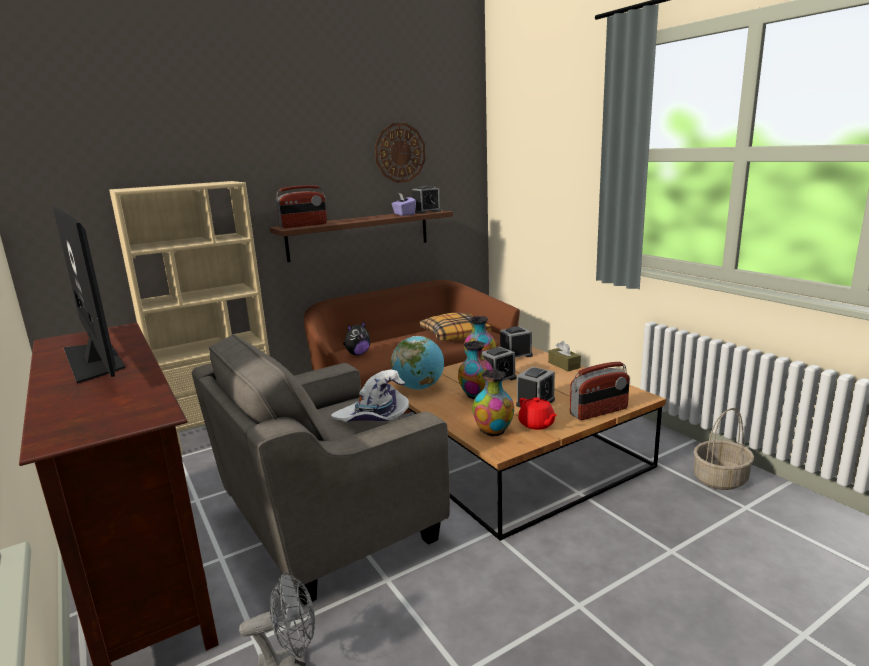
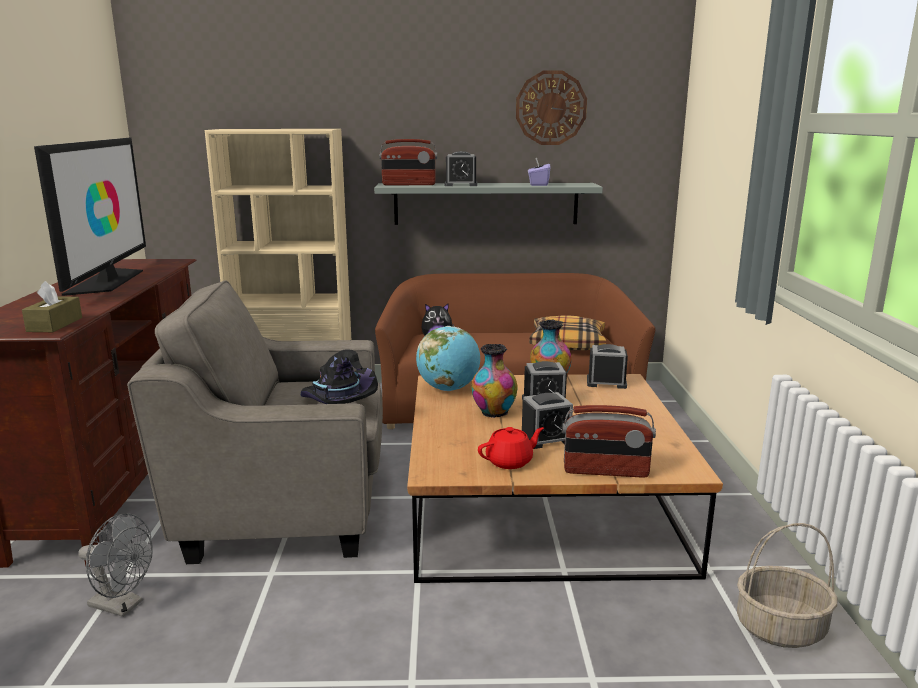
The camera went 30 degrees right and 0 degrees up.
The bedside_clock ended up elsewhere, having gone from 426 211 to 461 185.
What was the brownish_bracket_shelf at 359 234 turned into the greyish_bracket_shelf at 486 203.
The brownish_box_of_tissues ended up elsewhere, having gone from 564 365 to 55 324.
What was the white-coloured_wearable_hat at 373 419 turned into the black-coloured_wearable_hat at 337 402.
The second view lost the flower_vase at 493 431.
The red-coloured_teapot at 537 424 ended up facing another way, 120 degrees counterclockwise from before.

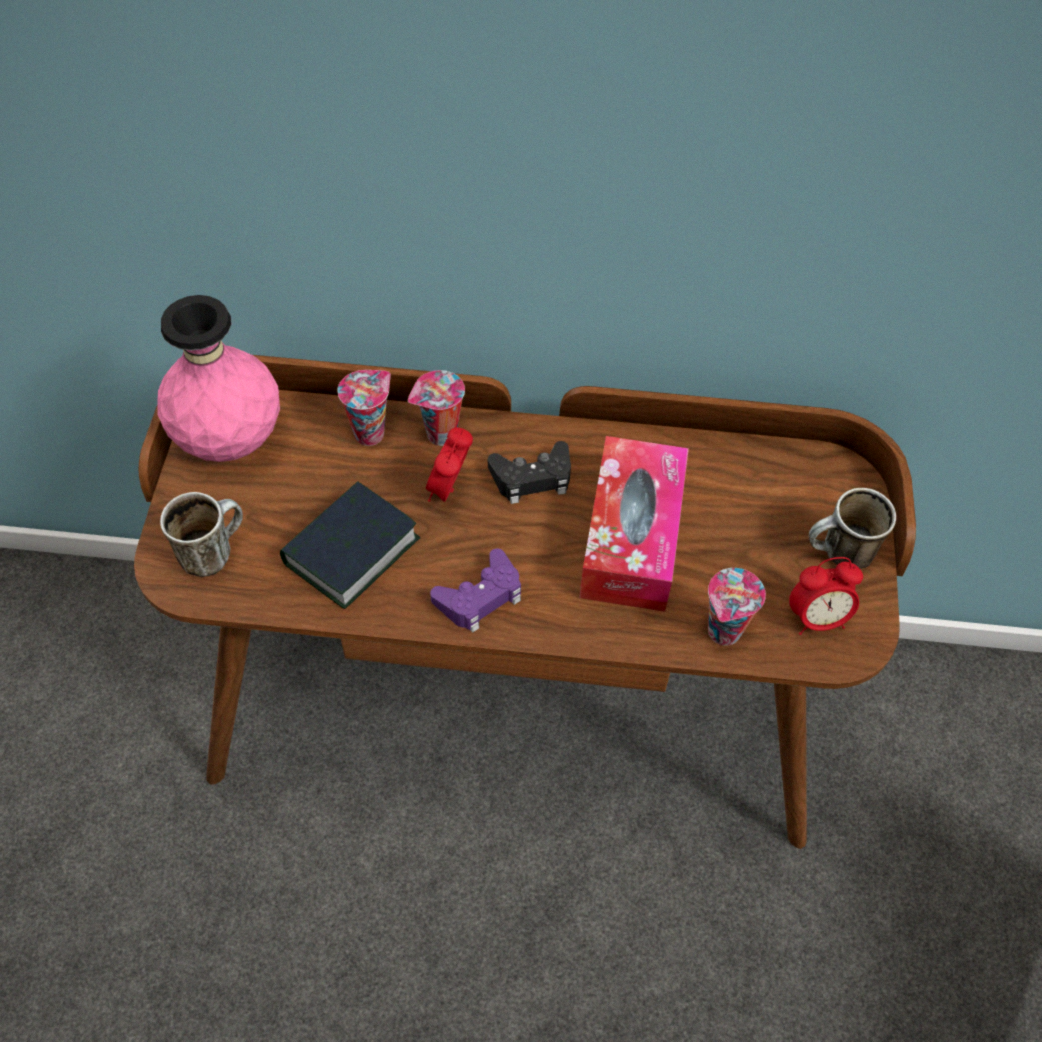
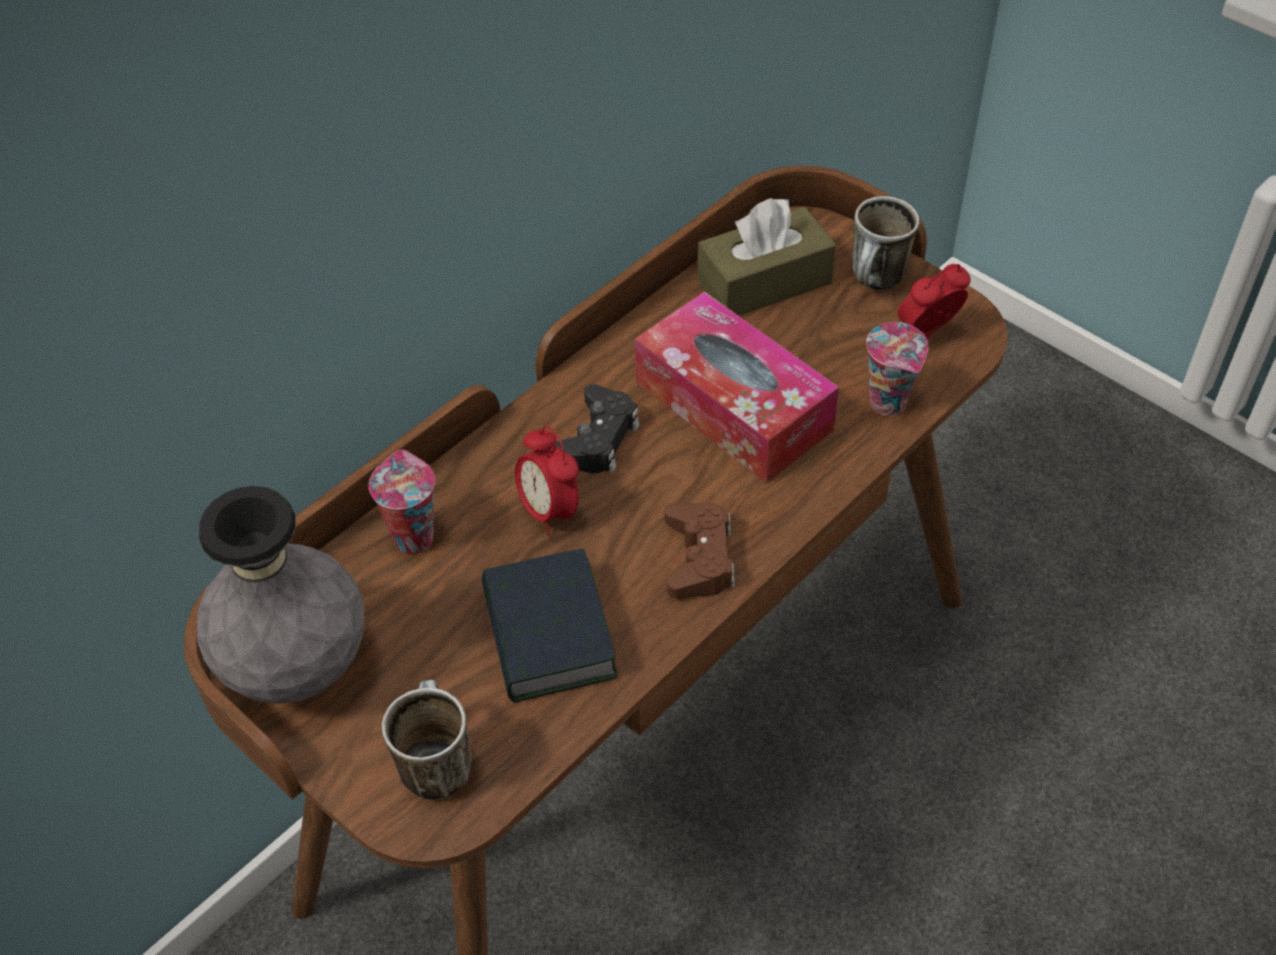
The camera went 50 degrees left and 5 degrees down.
What was the pink-coloured_flower_vase at 230 441 turned into the greyish_flower_vase at 297 668.
The second view lost the cup at 440 436.
What was the purple-coloured_gamepad at 480 597 turned into the brownish_gamepad at 699 557.
The bedside_clock at 817 619 ended up facing another way, 150 degrees counterclockwise from before.
The second view gained the brownish_box_of_tissues at 764 282.

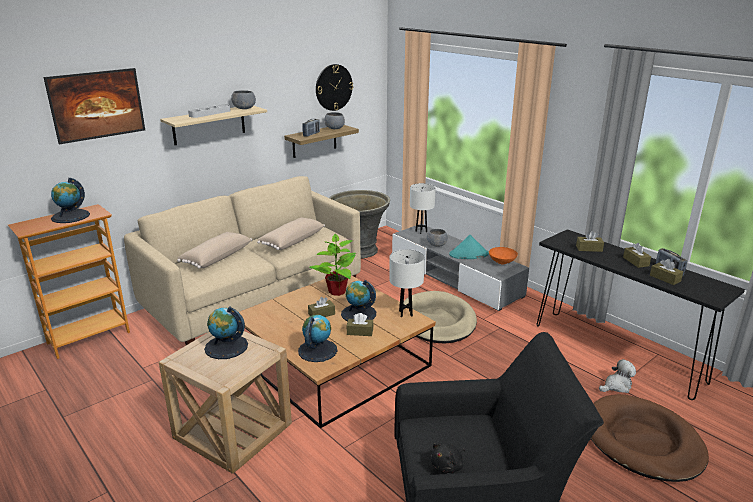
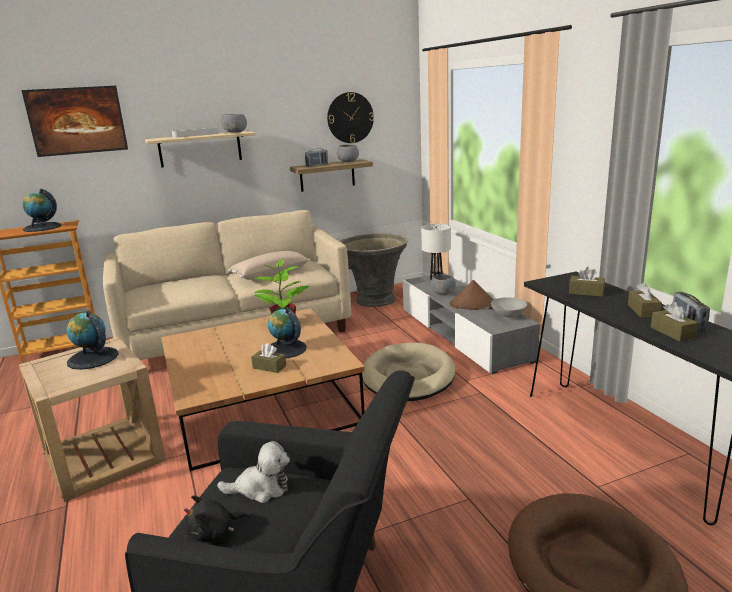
The camera went 20 degrees right and 5 degrees down.
The second view lost the sand-coloured_cushion at 216 257.
What was the turquoise-coloured_wearable_hat at 468 254 turned into the brownish_wearable_hat at 473 305.
What was the orange_serving_bowl at 502 262 turned into the greyish_serving_bowl at 508 316.
The second view lost the white-coloured_table_lamp at 405 313.
The second view lost the brownish_box_of_tissues at 321 314.
The second view lost the world_globe at 317 350.
The plush_toy ended up elsewhere, having gone from 616 386 to 261 488.

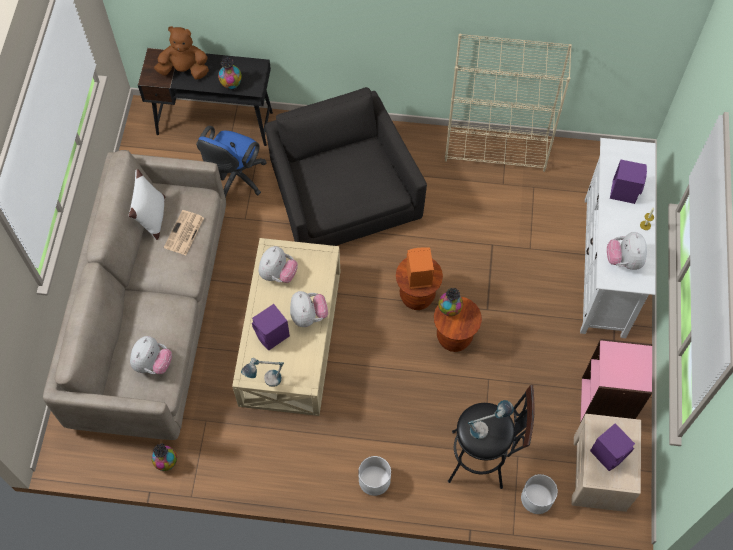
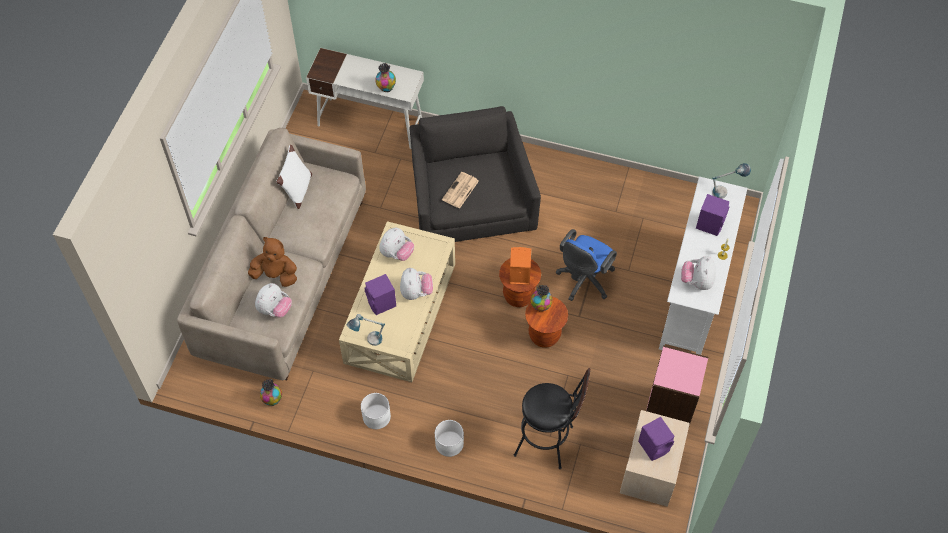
The camera went 10 degrees right and 5 degrees down.
The brownish_plush_toy ended up elsewhere, having gone from 184 70 to 275 275.
The second view lost the sand-coloured_shelving_unit at 496 150.
What was the black-coloured_desk_unit at 215 123 turned into the white-coloured_desk_unit at 370 123.
The blue-coloured_office_chair ended up elsewhere, having gone from 234 179 to 583 281.
The printed_paper ended up elsewhere, having gone from 184 233 to 460 191.
The table_lamp ended up elsewhere, having gone from 486 428 to 726 192.
The white-coloured_flower_pot ended up elsewhere, having gone from 536 498 to 376 416.

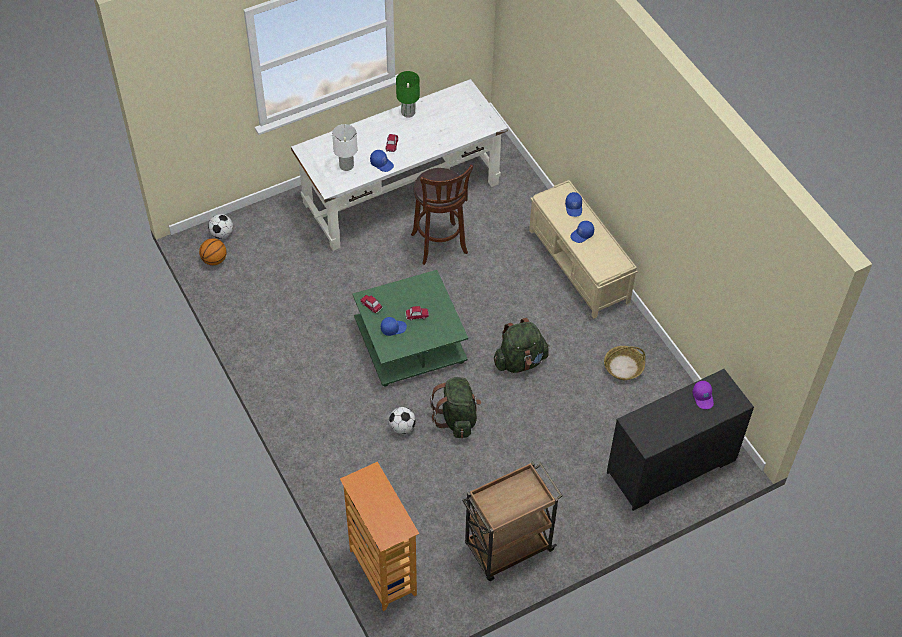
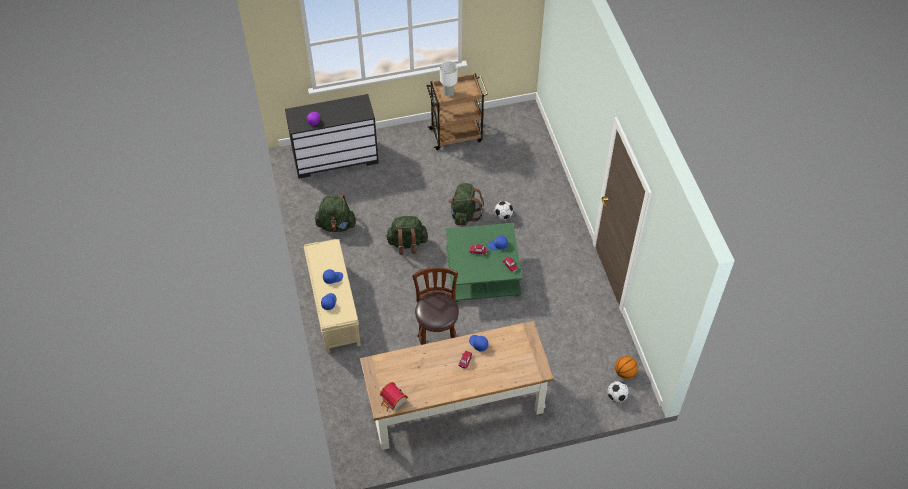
The camera went 165 degrees left and 0 degrees up.
The second view lost the green-coloured_table_lamp at 408 112.
What was the white-coloured_desk_unit at 402 193 turned into the brownish_desk_unit at 455 404.
The white-coloured_table_lamp ended up elsewhere, having gone from 347 166 to 448 92.
Where the basket stood at 623 367, the green-coloured_rucksack came to stand at 336 225.
The second view lost the shelving_unit at 382 572.
The second view gained the miniature_house at 393 401.

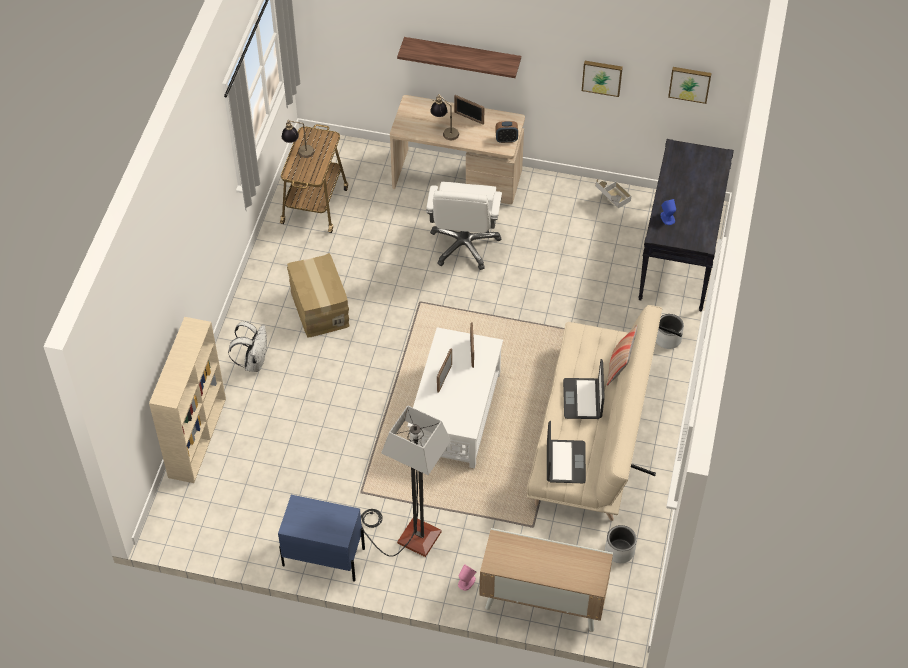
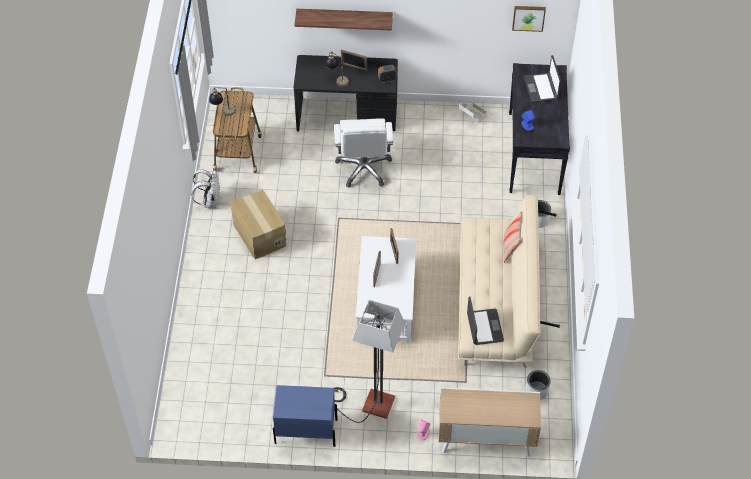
The camera went 10 degrees left and 0 degrees up.
The second view lost the wall_picture at 602 77.
What was the sand-coloured_desk_unit at 457 178 turned into the black-coloured_desk_unit at 347 116.
The second view lost the sand-coloured_shelving_unit at 197 436.
The white-coloured_rucksack ended up elsewhere, having gone from 253 362 to 209 201.
The portable_computer ended up elsewhere, having gone from 583 399 to 541 88.

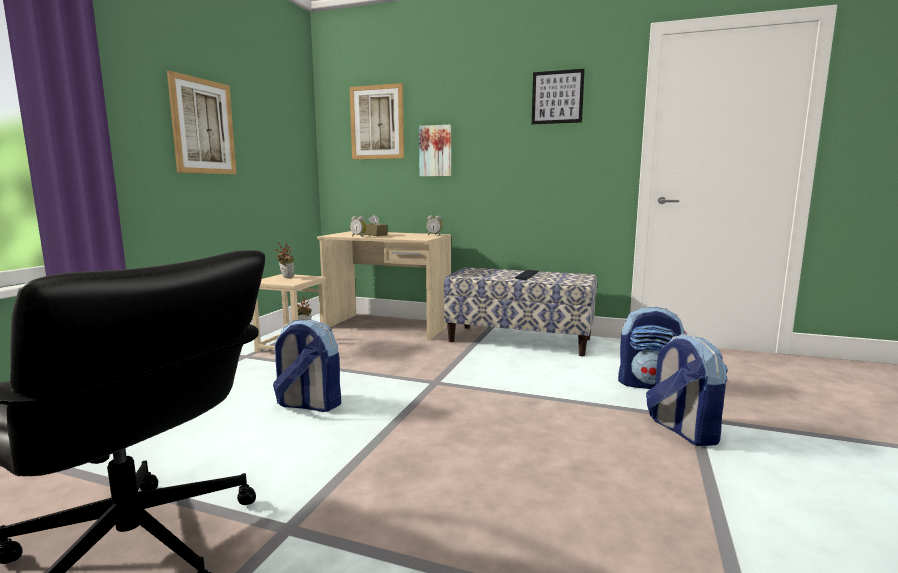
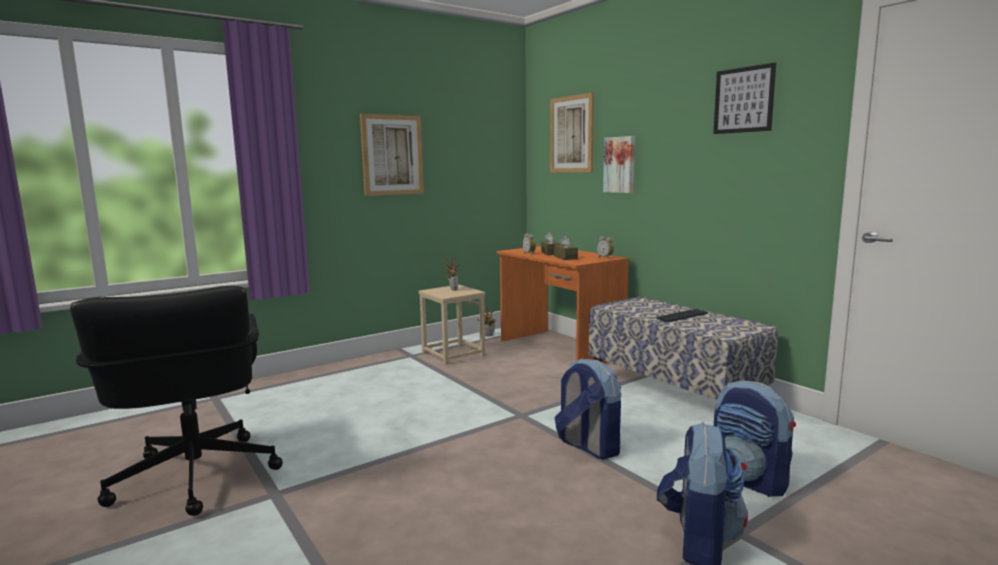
The camera went 35 degrees right and 0 degrees up.
What was the sand-coloured_desk_unit at 388 326 turned into the orange_desk_unit at 559 349.
The rucksack ended up elsewhere, having gone from 308 405 to 588 446.
The second view gained the brownish_box_of_tissues at 565 257.

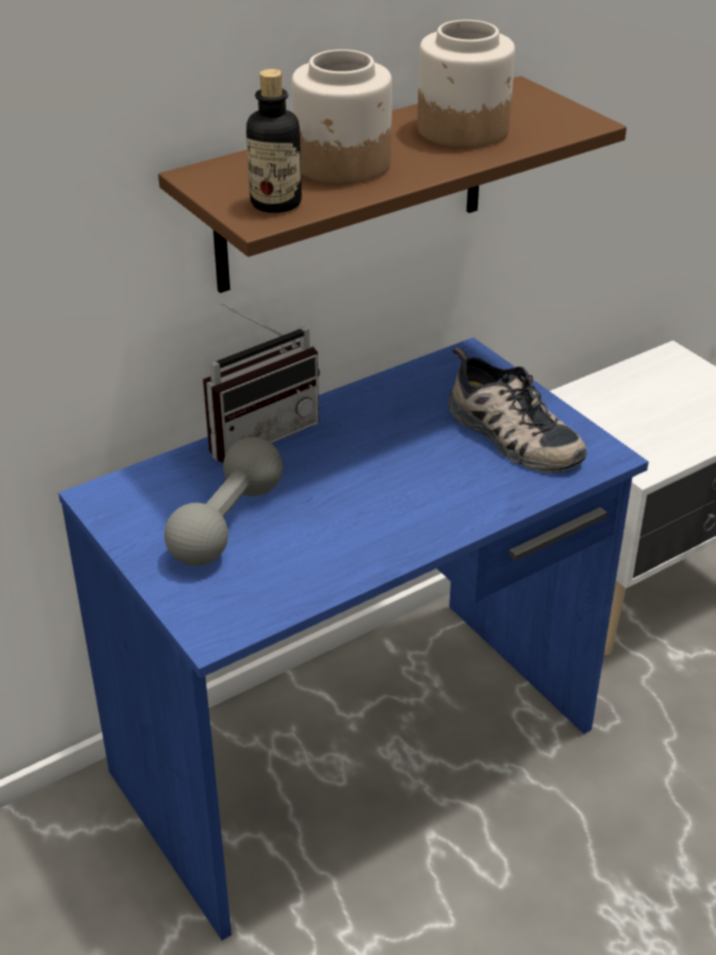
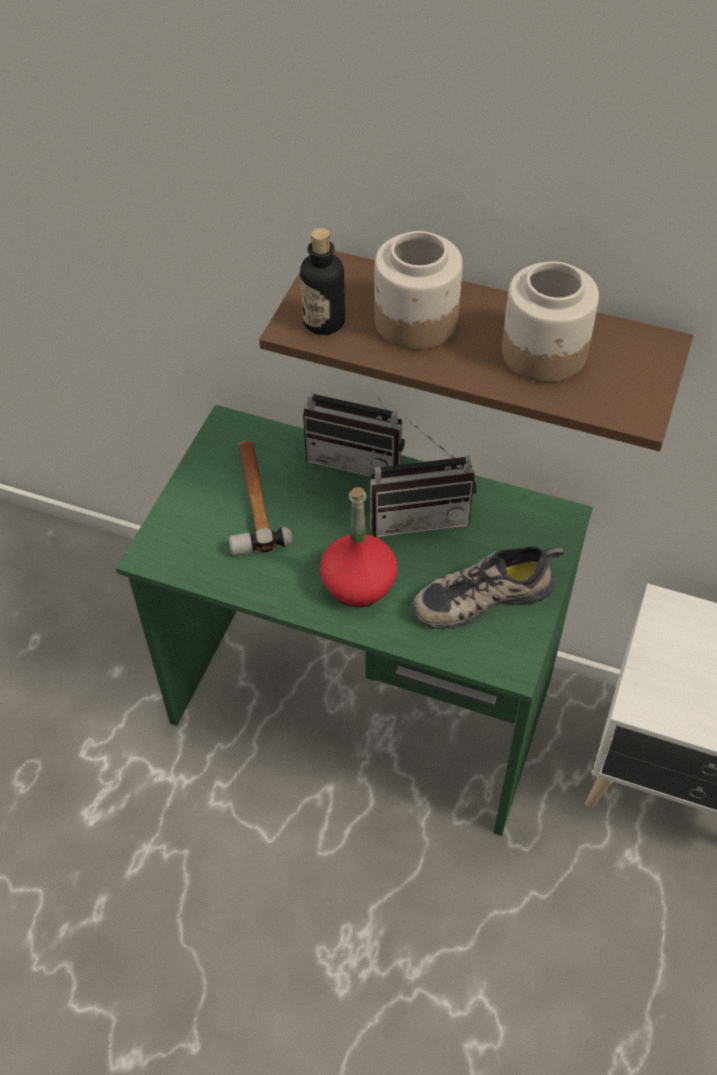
The camera went 55 degrees right and 15 degrees up.
What was the blue-coloured_desk_unit at 359 753 turned into the green-coloured_desk_unit at 362 705.
The shoe at 509 435 ended up facing another way, 60 degrees clockwise from before.
Where the greyish_hand_weight stood at 227 523, the hand_hammer came to stand at 252 500.
The second view gained the radio_receiver at 419 514.
The second view gained the red-coloured_beverage_bottle at 358 584.

